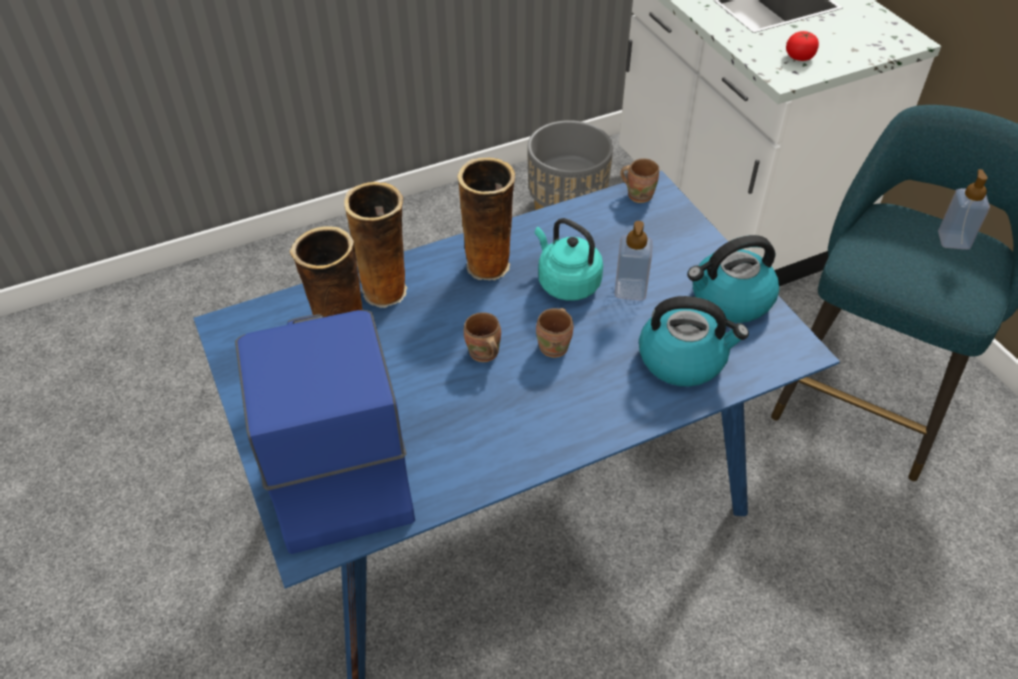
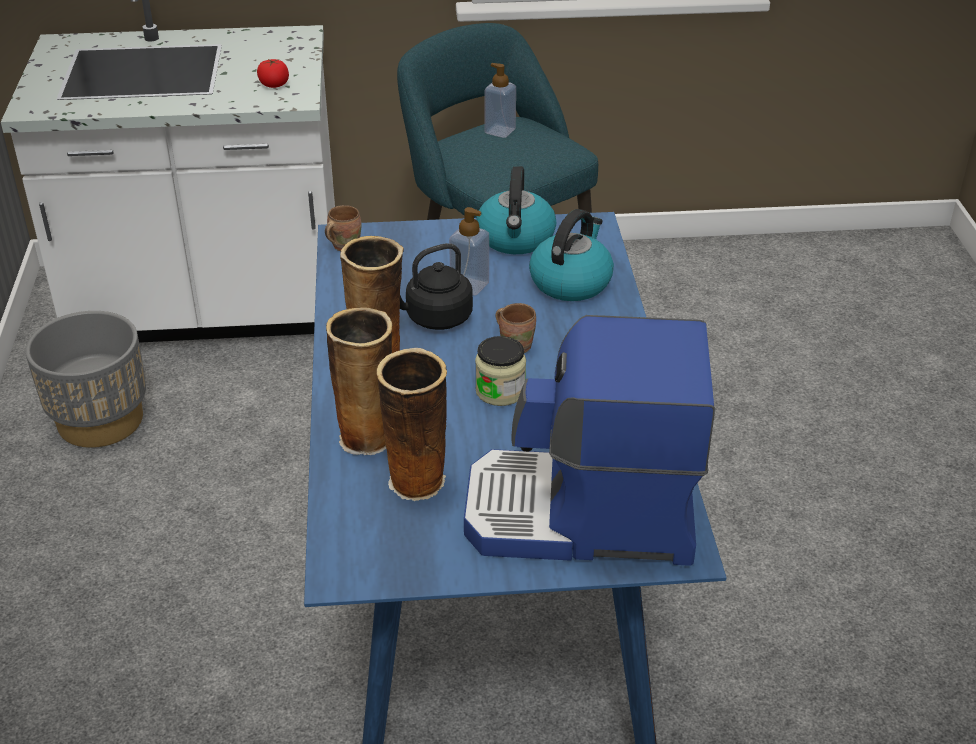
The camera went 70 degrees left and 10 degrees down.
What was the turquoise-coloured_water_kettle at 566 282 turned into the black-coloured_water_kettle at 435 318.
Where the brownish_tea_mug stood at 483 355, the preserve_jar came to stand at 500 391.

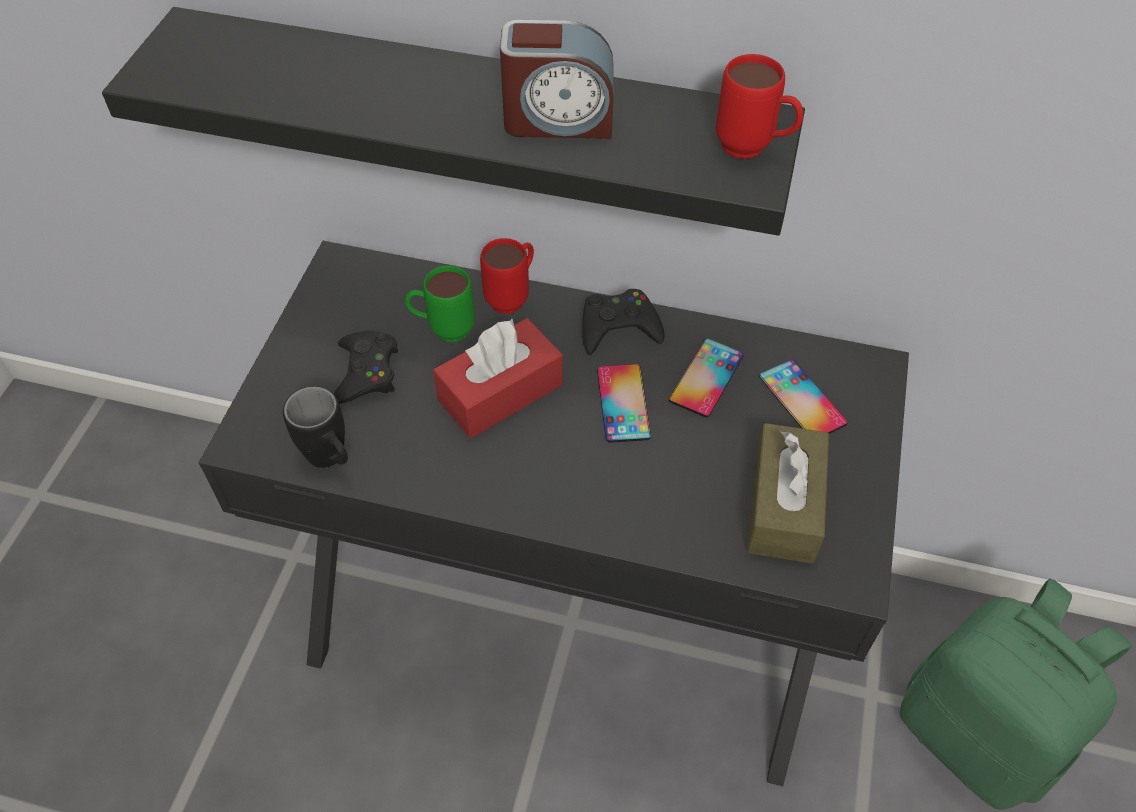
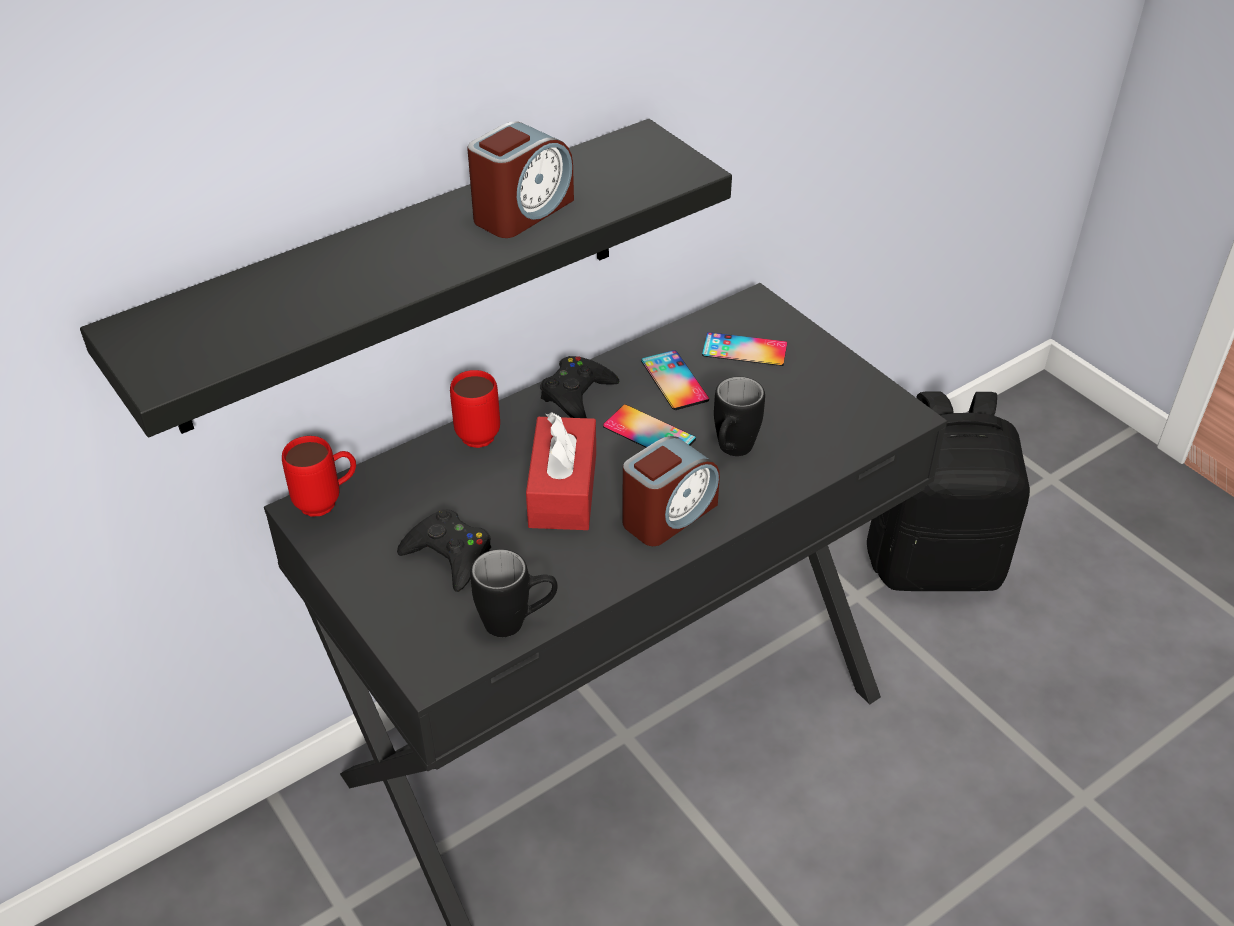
The camera went 50 degrees left and 10 degrees down.
The red-coloured_tea_mug ended up elsewhere, having gone from 753 150 to 327 502.
The second view lost the green-coloured_tea_mug at 443 330.
The second view lost the brownish_box_of_tissues at 783 506.
What was the green-coloured_rucksack at 977 733 turned into the black-coloured_rucksack at 935 562.
The second view gained the black-coloured_tea_mug at 731 452.
The second view gained the bedside_clock at 668 514.

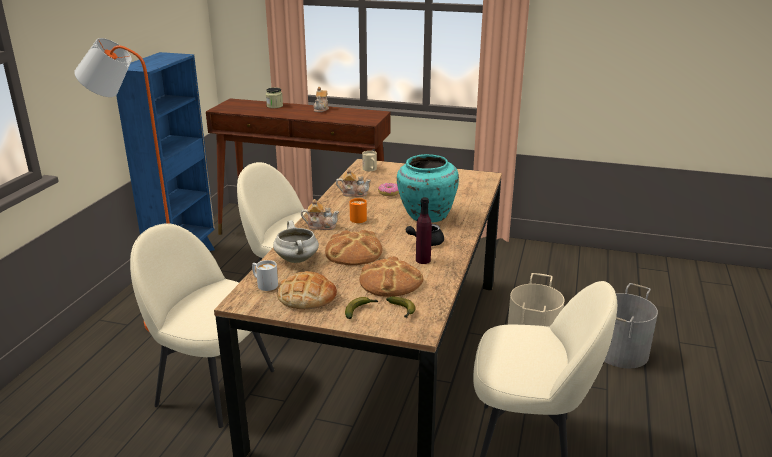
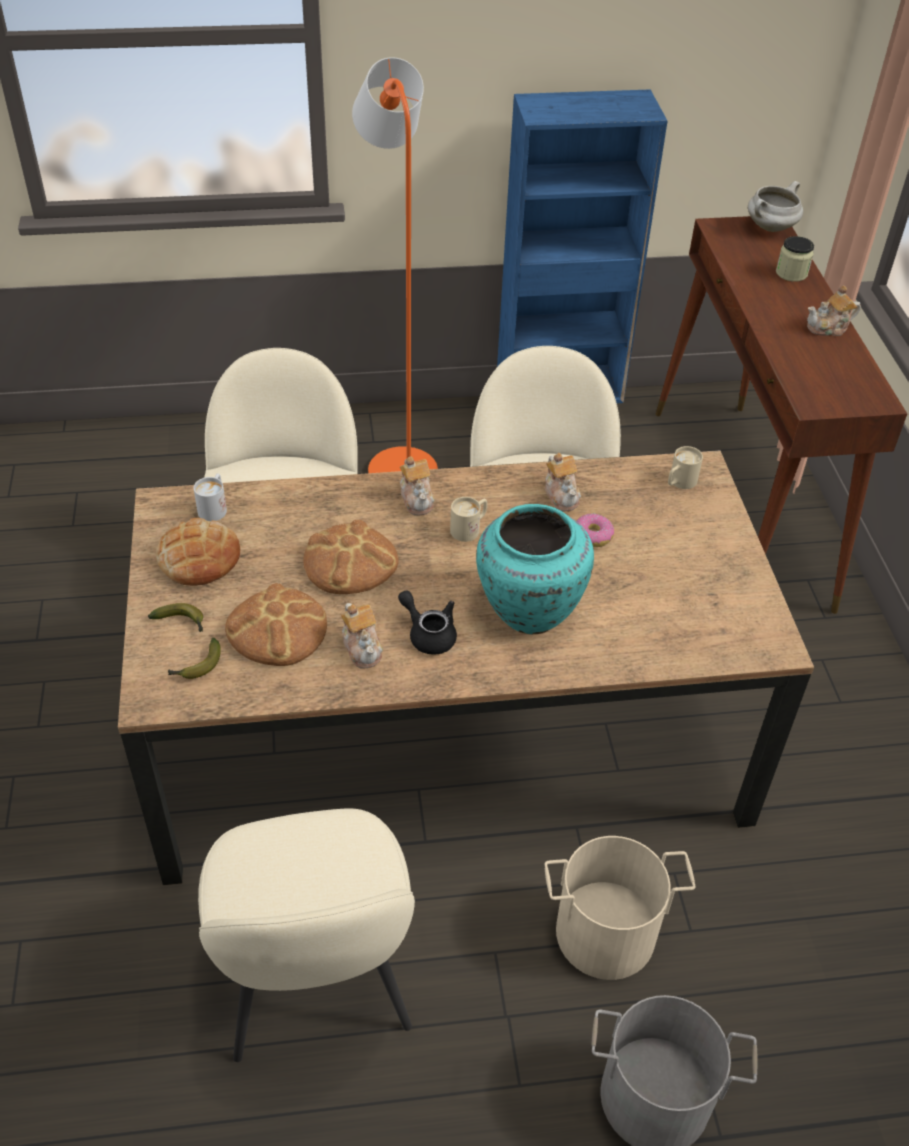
The camera went 65 degrees right and 20 degrees up.
Where the purple-coloured_beverage_bottle stood at 423 260, the teapot came to stand at 362 647.
What was the orange_tea_mug at 357 218 turned into the sand-coloured_tea_mug at 469 528.
The white-coloured_cooking_pot ended up elsewhere, having gone from 297 260 to 770 228.

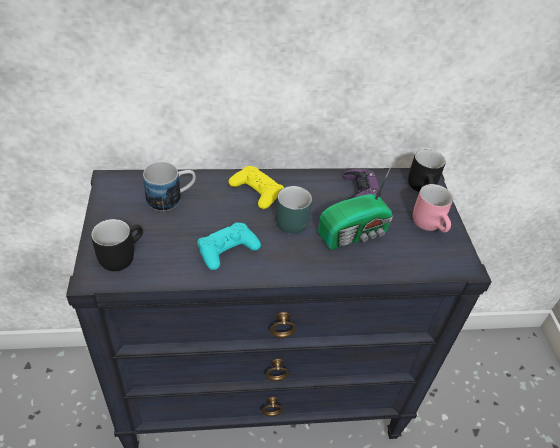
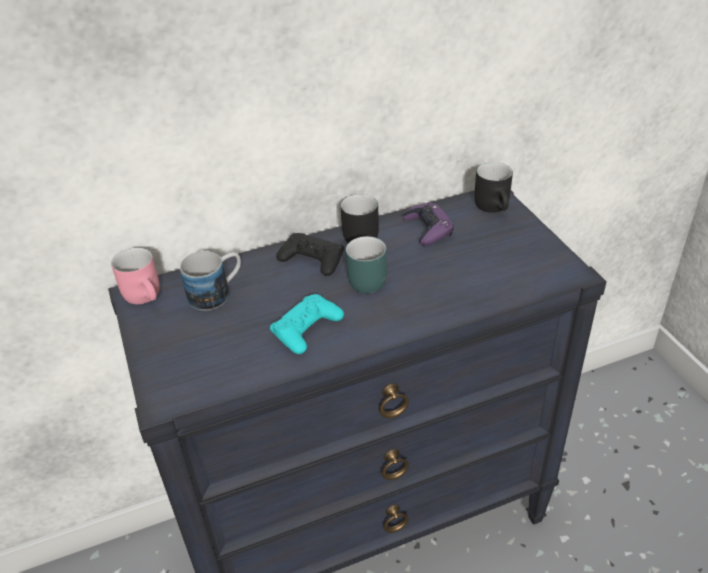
The camera went 10 degrees left and 5 degrees down.
The second view lost the radio_receiver at 355 234.
What was the yellow_gamepad at 256 191 turned into the black-coloured_gamepad at 312 259.
The pink-coloured_tea_mug ended up elsewhere, having gone from 431 224 to 147 295.
The black-coloured_tea_mug ended up elsewhere, having gone from 120 255 to 361 234.

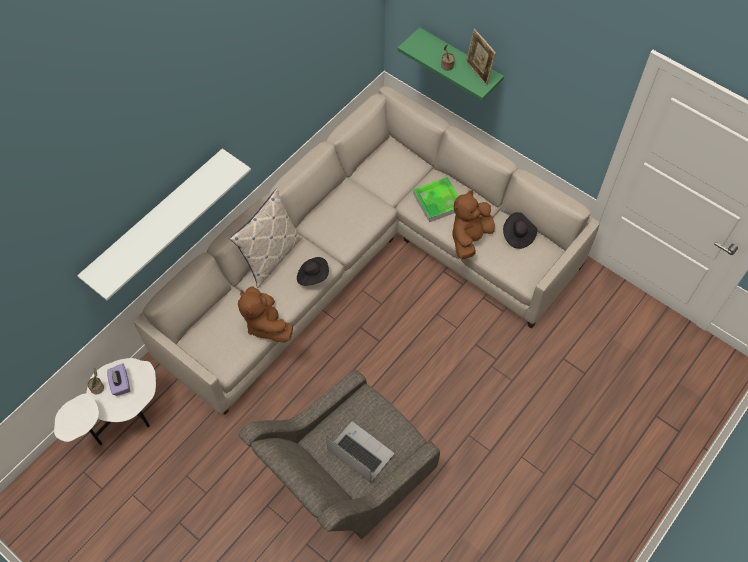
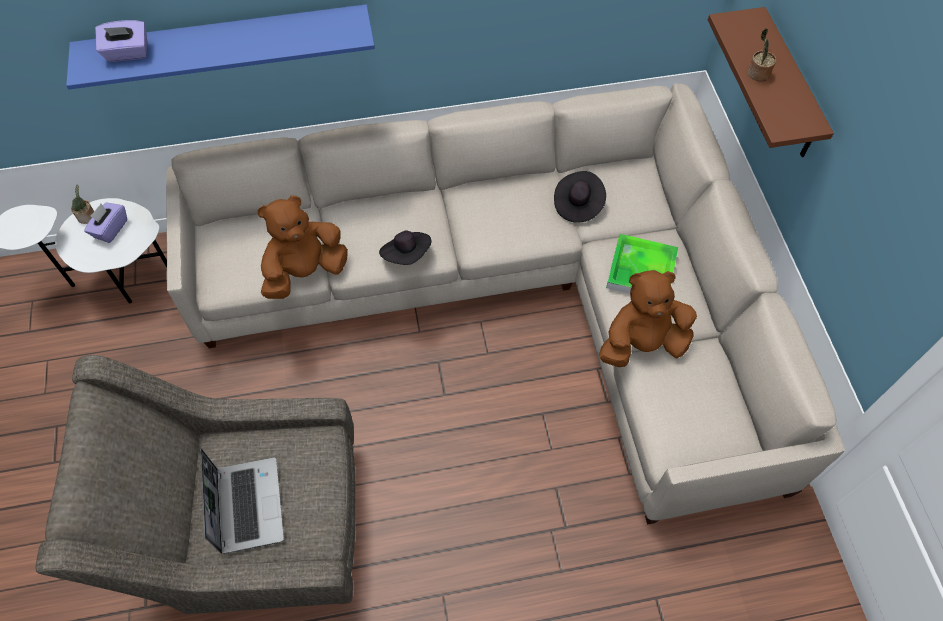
The camera went 40 degrees right and 0 degrees up.
What was the green-coloured_bracket_shelf at 459 63 turned into the brownish_bracket_shelf at 788 88.
The second view lost the picture_frame at 478 73.
What was the white-coloured_bracket_shelf at 156 219 turned into the blue-coloured_bracket_shelf at 227 44.
The second view lost the cushion at 271 257.
The black-coloured_wearable_hat ended up elsewhere, having gone from 518 235 to 577 204.
The brownish_plush_toy at 266 324 ended up facing another way, 45 degrees clockwise from before.
The second view gained the purple-coloured_box_of_tissues at 128 53.

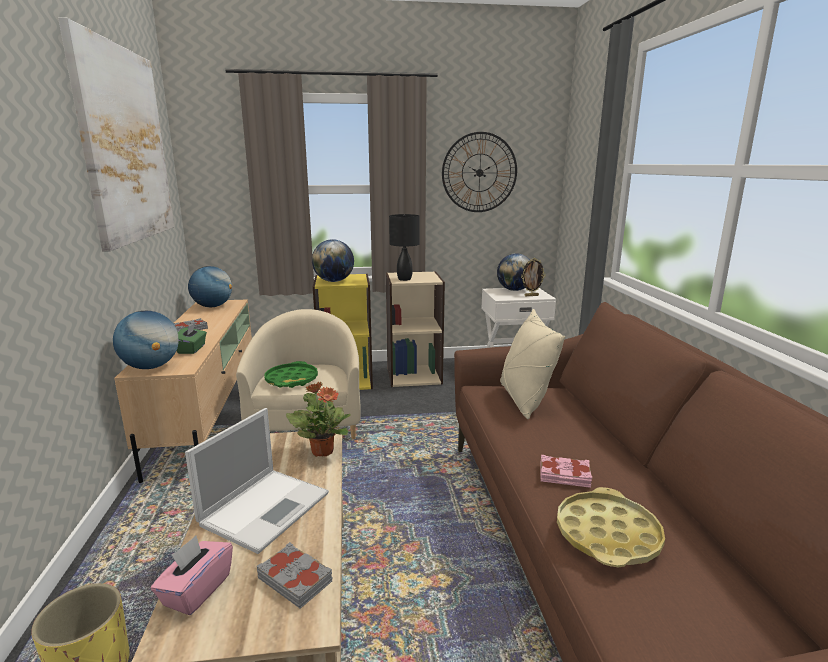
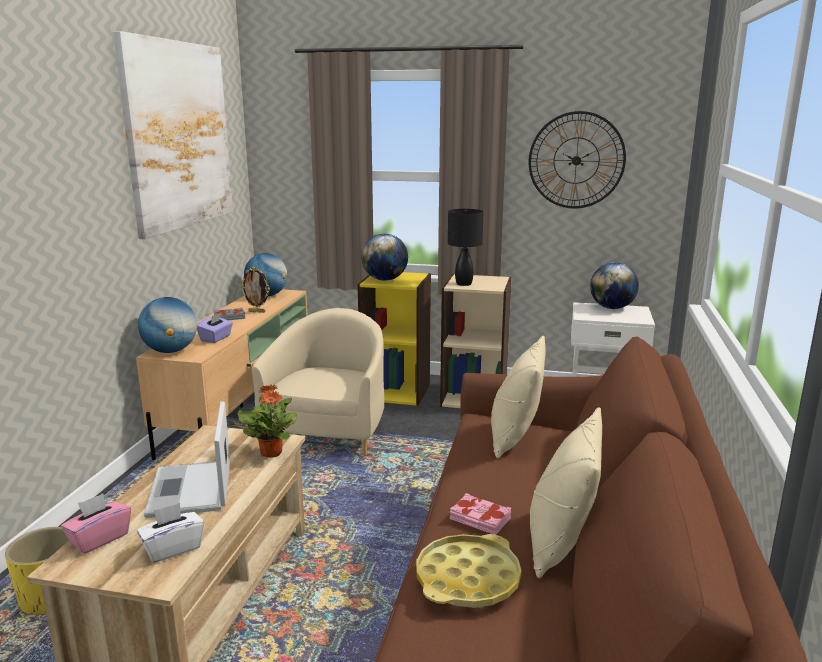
The camera went 20 degrees right and 0 degrees up.
The picture_frame ended up elsewhere, having gone from 531 295 to 257 311.
What was the green-coloured_box_of_tissues at 192 349 turned into the purple-coloured_box_of_tissues at 216 338.
The second view lost the green-coloured_carrying_tray at 291 380.
The portable_computer at 266 507 ended up facing another way, 120 degrees clockwise from before.
Where the greyish_book stood at 295 579, the white-coloured_box_of_tissues came to stand at 173 548.
The second view gained the sand-coloured_cushion at 560 542.

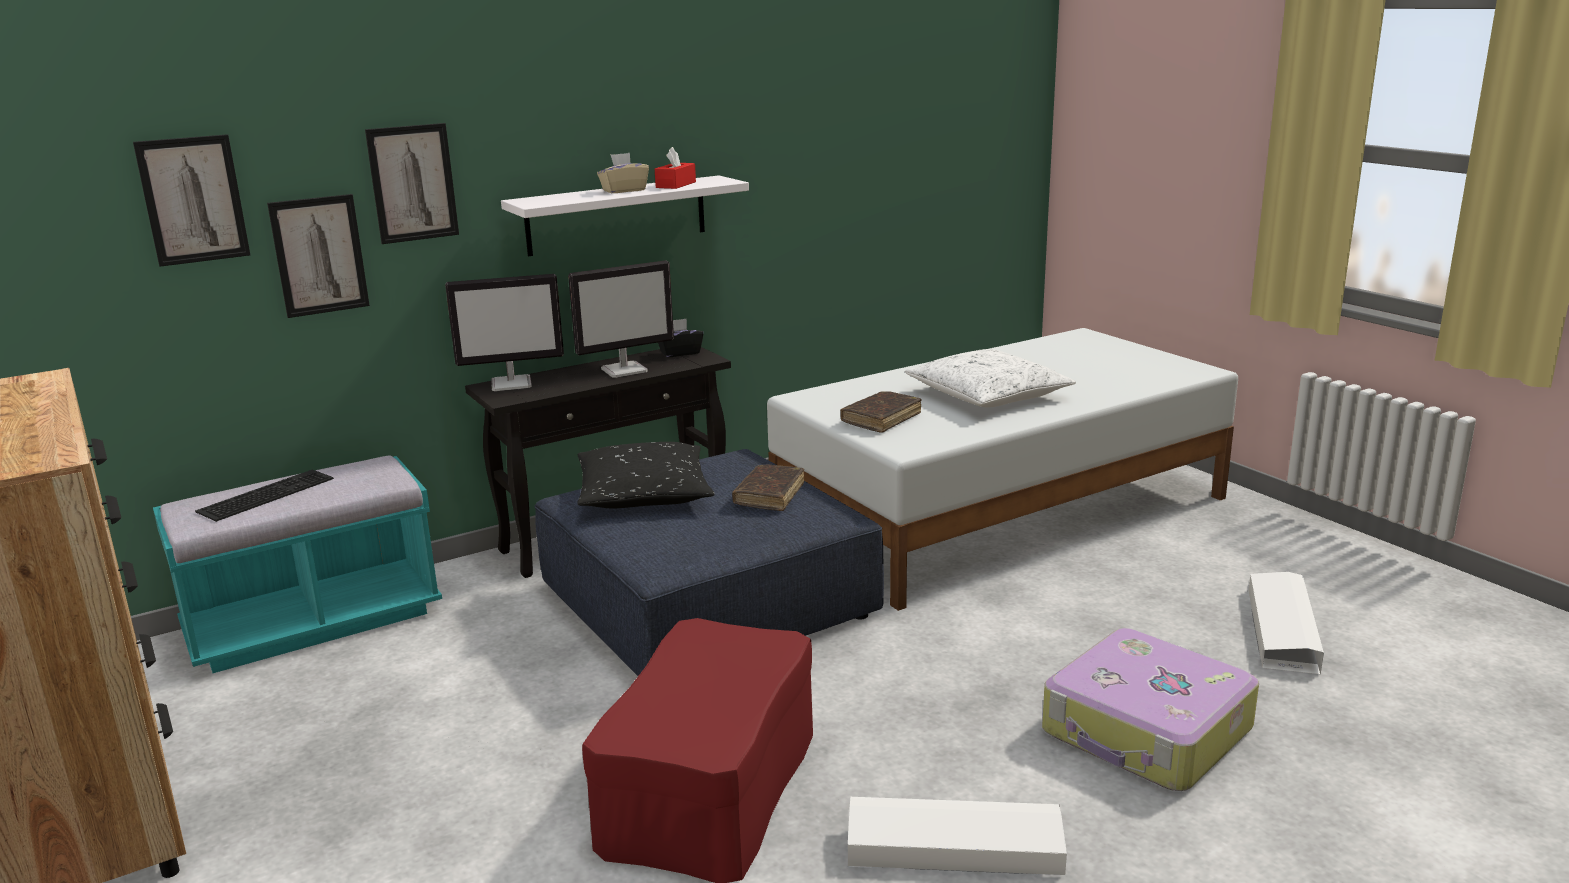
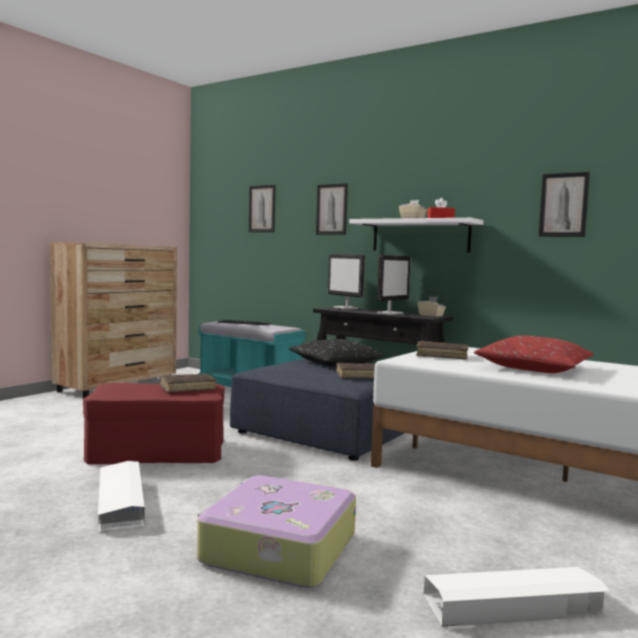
The camera went 65 degrees right and 15 degrees down.
The wall_picture ended up elsewhere, having gone from 319 255 to 563 205.
The computer_display at 625 370 ended up facing another way, 90 degrees counterclockwise from before.
What was the black-coloured_box_of_tissues at 680 353 turned into the sand-coloured_box_of_tissues at 431 315.
What was the white-coloured_cushion at 987 395 turned into the red-coloured_cushion at 534 368.
The second view gained the brownish_book at 187 388.

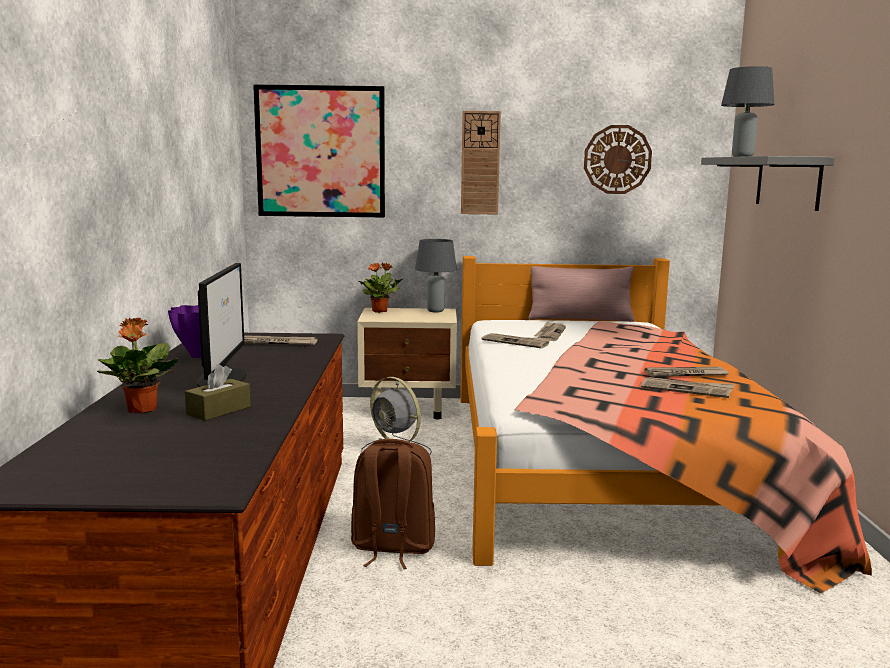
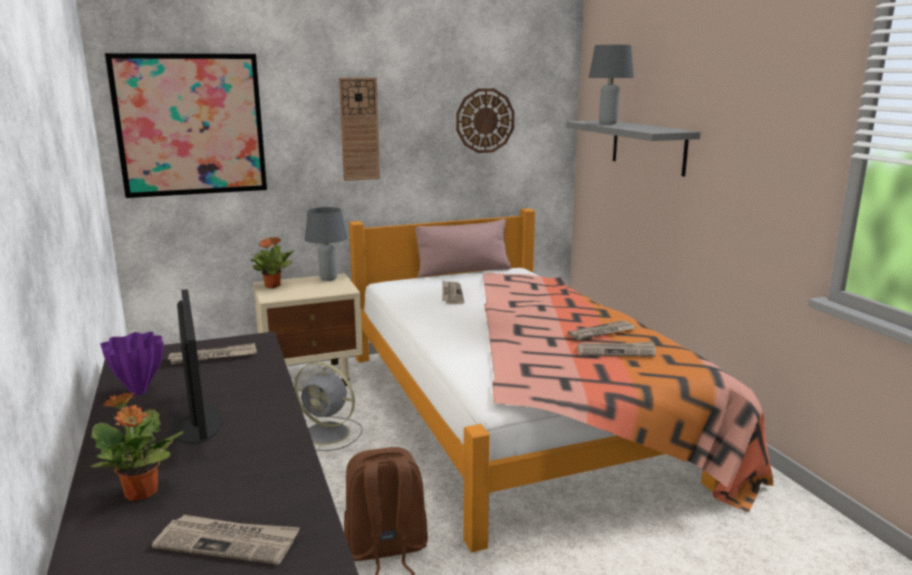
The camera went 20 degrees left and 5 degrees up.
The printed_paper ended up elsewhere, having gone from 516 342 to 229 542.
The second view lost the brownish_box_of_tissues at 219 410.

